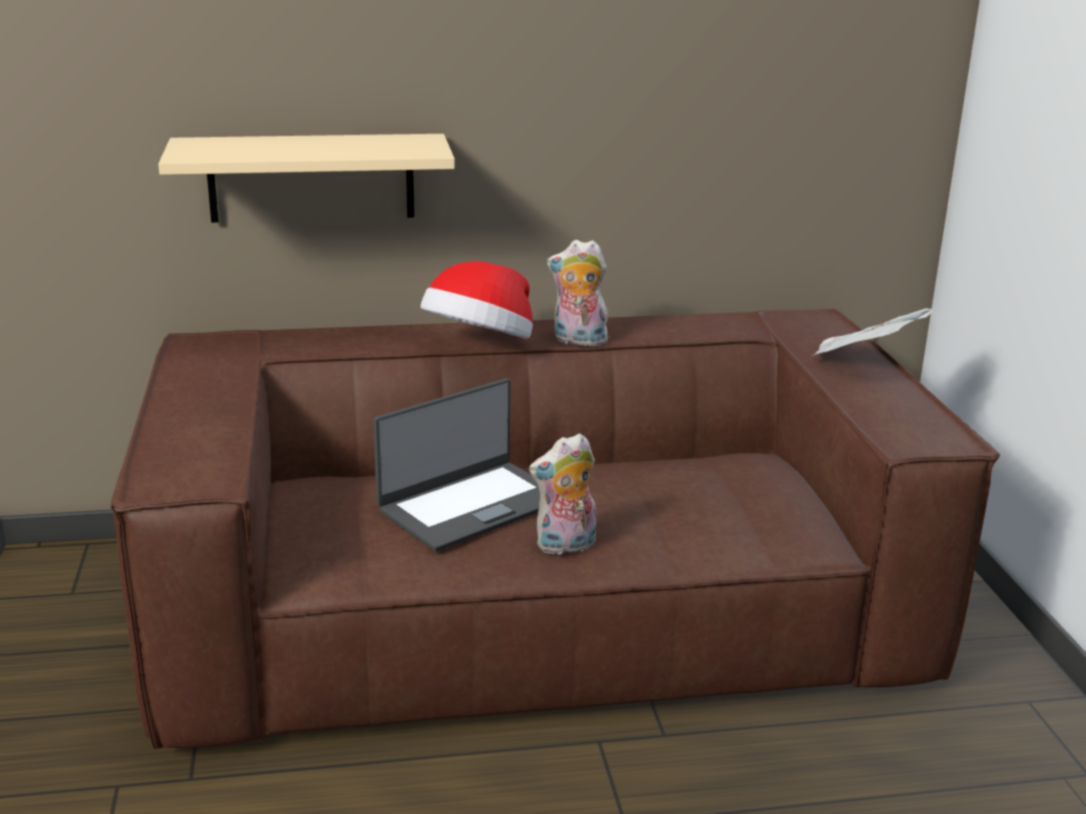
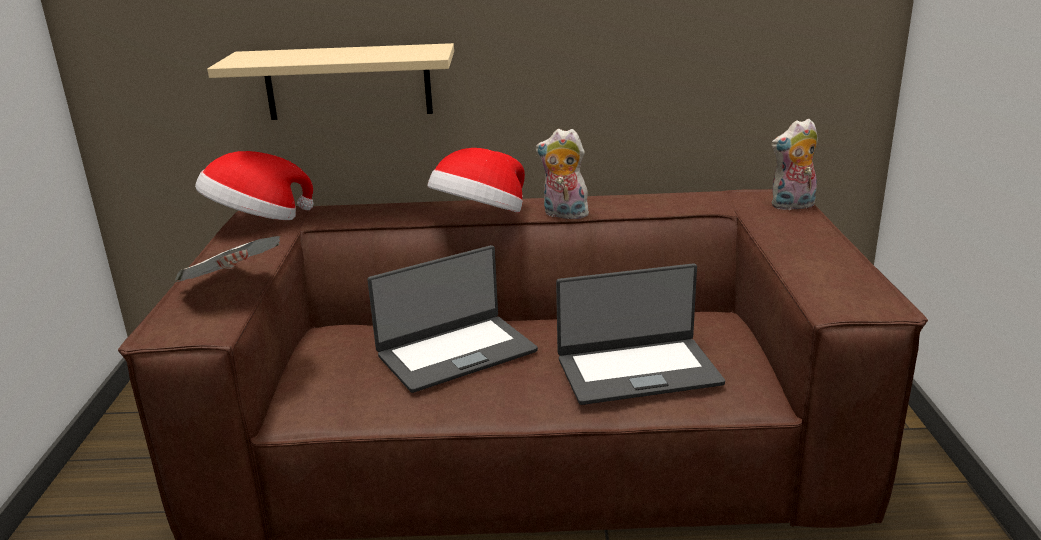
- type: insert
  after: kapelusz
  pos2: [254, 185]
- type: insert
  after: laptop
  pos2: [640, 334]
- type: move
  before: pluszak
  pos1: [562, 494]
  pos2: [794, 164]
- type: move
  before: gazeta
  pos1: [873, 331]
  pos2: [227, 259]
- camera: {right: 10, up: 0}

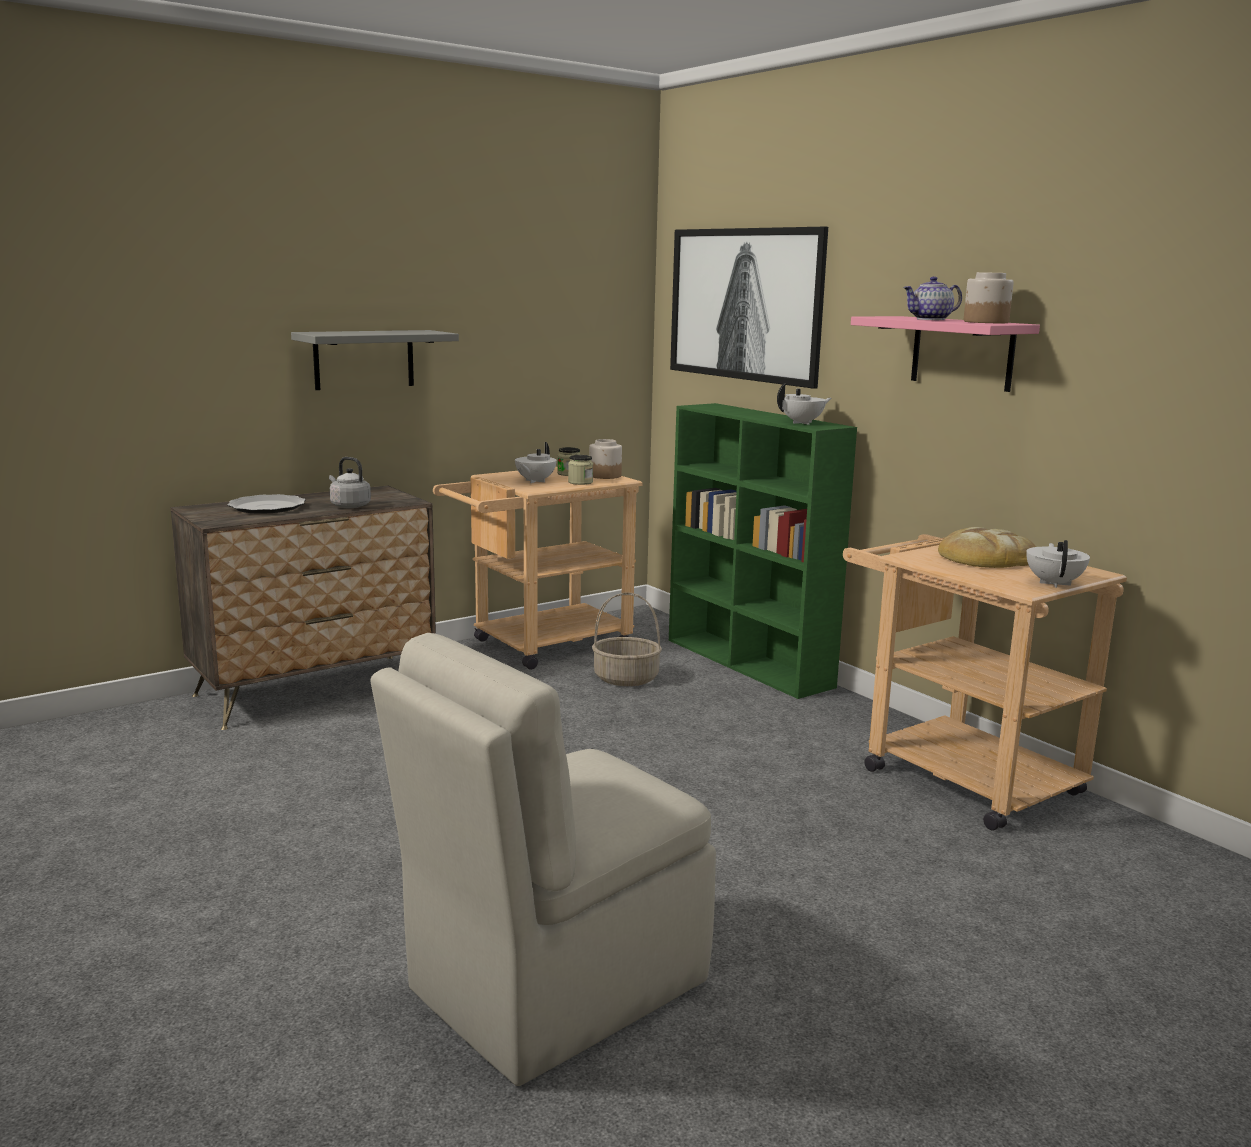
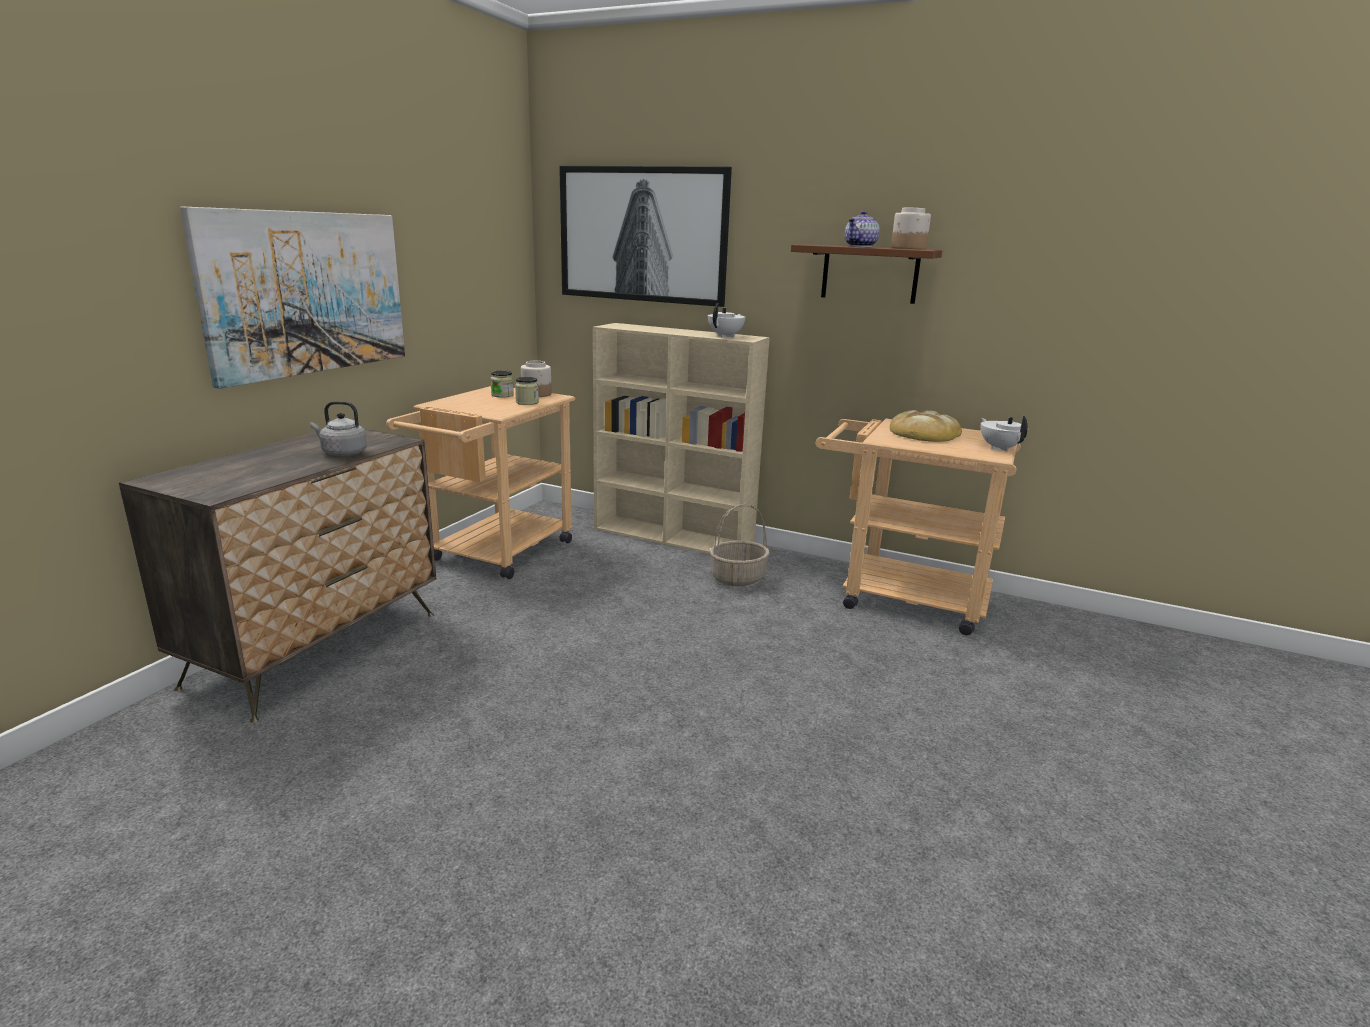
- type: delete
  before: talerz
  pos1: [266, 504]
- type: delete
  before: krzesło [beżowy]
  pos1: [543, 859]
- type: delete
  before: imbryk [biały]
  pos1: [536, 462]
- type: move
  before: koszyk
  pos1: [627, 639]
  pos2: [739, 545]
- type: replace
  before: półka [szary]
  after: obraz
  pos1: [375, 360]
  pos2: [292, 297]
- type: recolor
  before: regał [zielony]
  after: regał [beżowy]
  pos1: [763, 551]
  pos2: [681, 438]
- type: recolor
  before: półka [różowy]
  after: półka [brązowy]
  pos1: [945, 354]
  pos2: [866, 274]
- camera: {right: -30, up: 5}

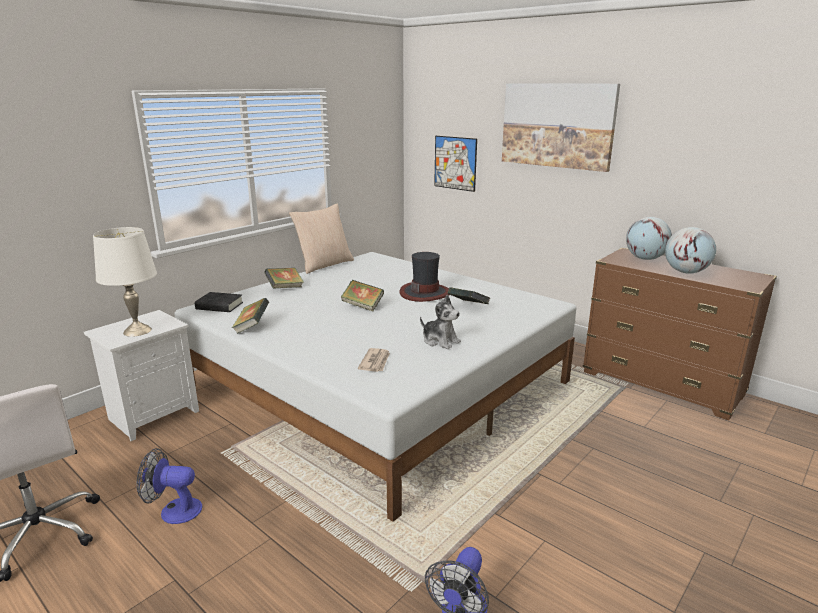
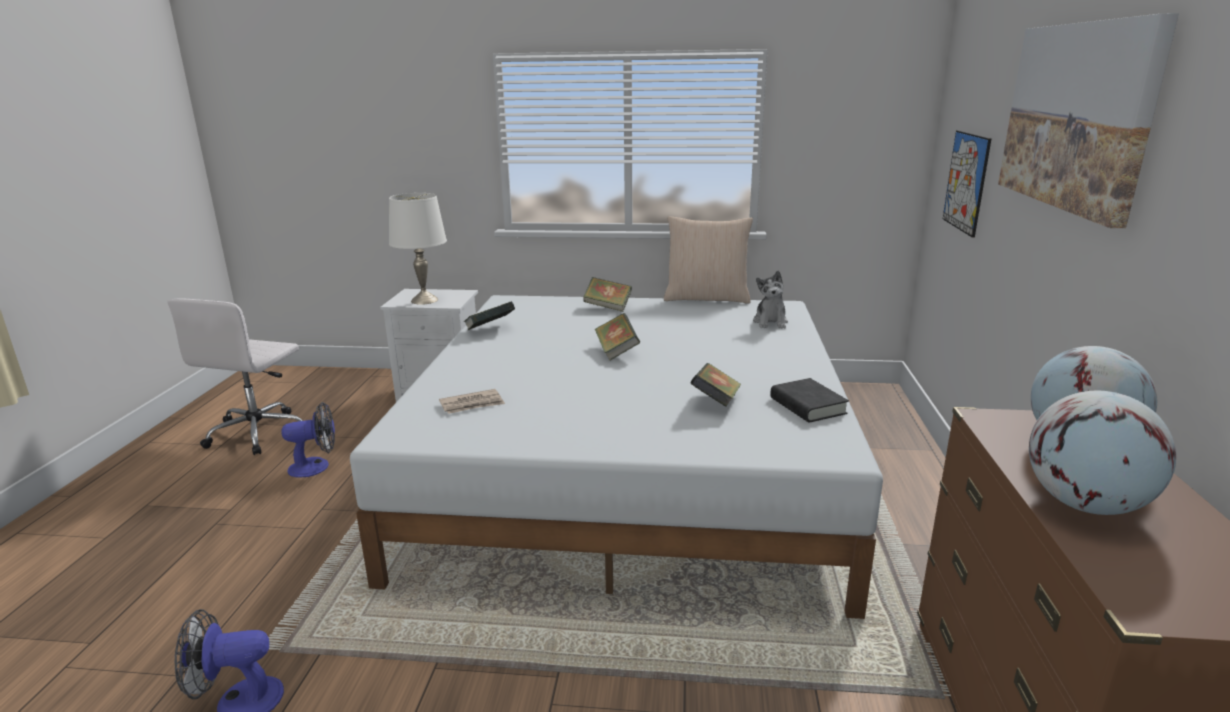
- type: delete
  before: kapelusz
  pos1: [424, 277]
- type: move
  before: książka [czarny]
  pos1: [219, 302]
  pos2: [809, 400]
- type: move
  before: pluszak
  pos1: [440, 322]
  pos2: [770, 300]
- type: rotate
  before: wentylator
  pos1: [169, 486]
  pos2: [308, 439]
  turn: 105
- camera: {right: 55, up: 0}

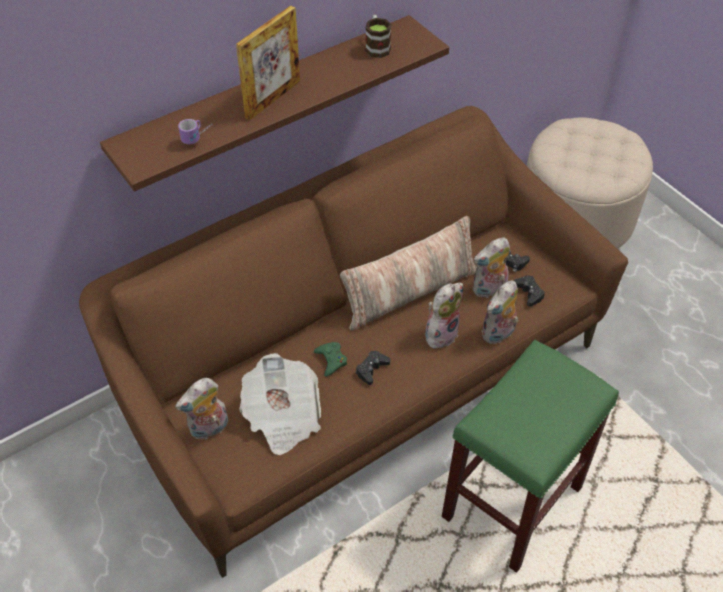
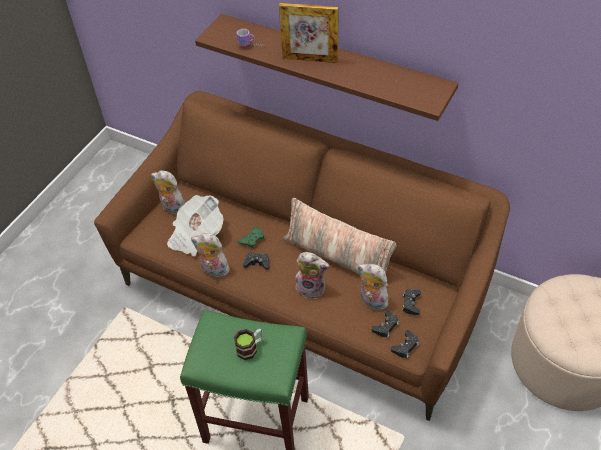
- type: insert
  after: pad do gier [czarny]
  pos2: [405, 344]
- type: move
  before: kubek
  pos1: [378, 36]
  pos2: [248, 344]
- type: move
  before: pluszak
  pos1: [499, 312]
  pos2: [211, 255]
- camera: {right: 65, up: 0}

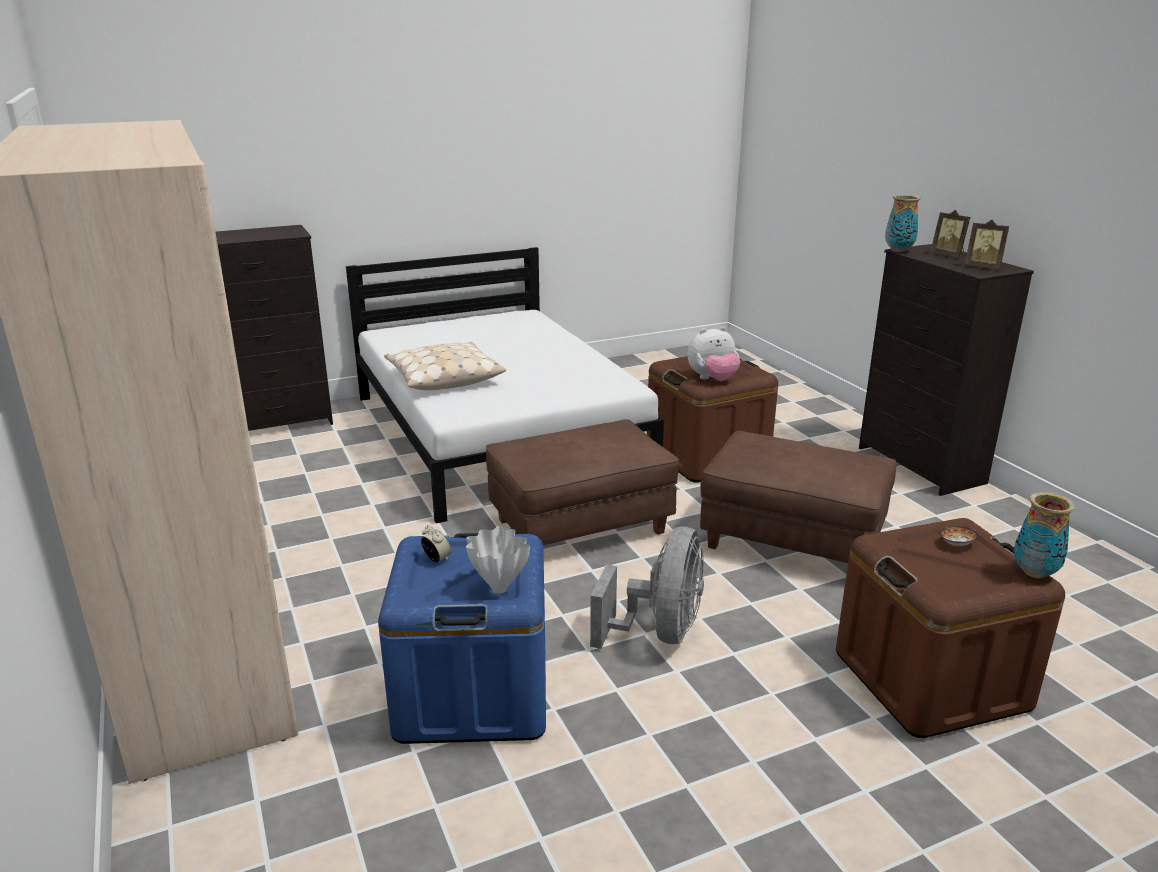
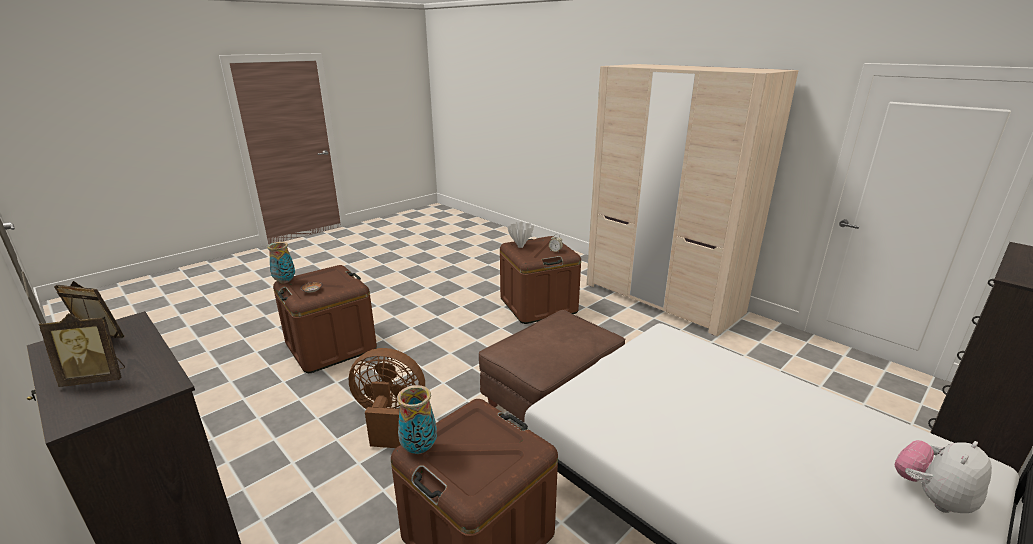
- type: delete
  before: poduszka [beżowy]
  pos1: [445, 366]
- type: delete
  before: wentylator [szary]
  pos1: [647, 587]
- type: move
  before: pluszak
  pos1: [714, 354]
  pos2: [943, 476]
- type: move
  before: wazon
  pos1: [903, 223]
  pos2: [417, 419]
- type: replace
  before: pufa [brązowy]
  after: wentylator [brązowy]
  pos1: [798, 497]
  pos2: [387, 398]
- type: recolor
  before: pojemnik do przechowywania [niebieski]
  after: pojemnik do przechowywania [brązowy]
  pos1: [462, 638]
  pos2: [540, 280]
- type: rotate
  before: ramka na zdjęcie
  pos1: [950, 233]
  pos2: [82, 350]
  turn: 135
- camera: {right: 160, up: 0}

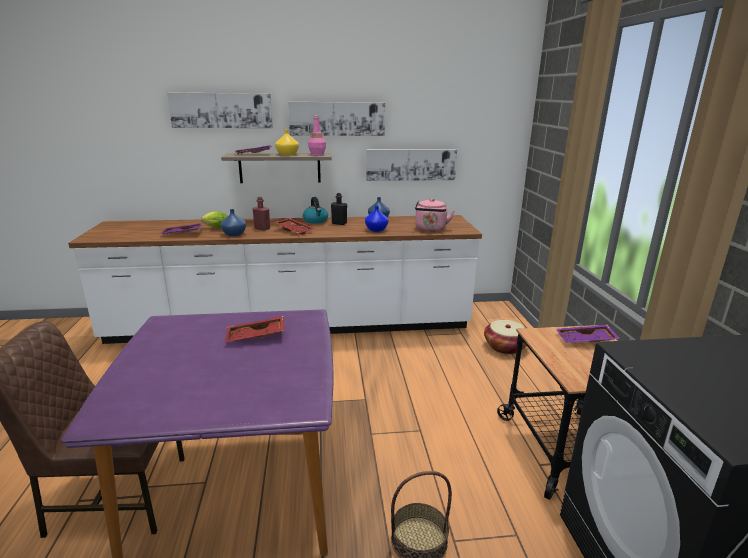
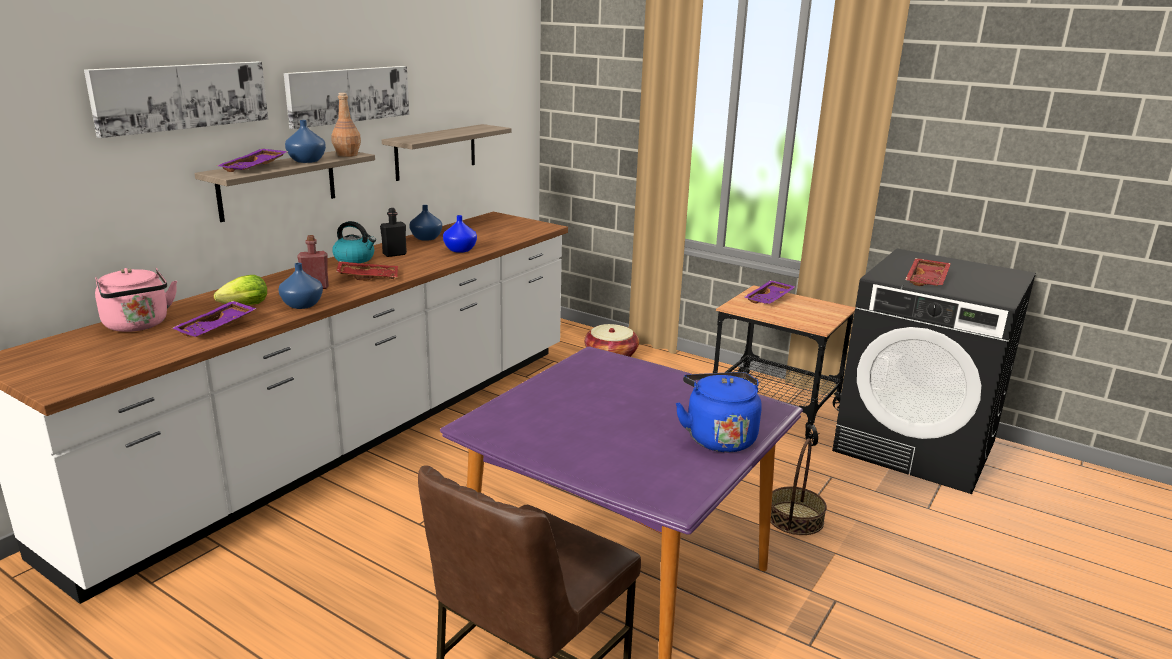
- type: insert
  after: czajnik [niebieski]
  pos2: [718, 412]
- type: move
  before: taca [czerwony]
  pos1: [254, 329]
  pos2: [928, 272]
- type: move
  before: czajnik [różowy]
  pos1: [434, 214]
  pos2: [136, 300]
- type: replace
  before: obraz
  after: półka
  pos1: [411, 165]
  pos2: [446, 152]
- type: recolor
  before: wazon [żółty]
  after: wazon [niebieski]
  pos1: [287, 143]
  pos2: [305, 141]
- type: recolor
  before: butelka [różowy]
  after: butelka [brązowy]
  pos1: [317, 135]
  pos2: [346, 125]
- camera: {right: -50, up: 0}

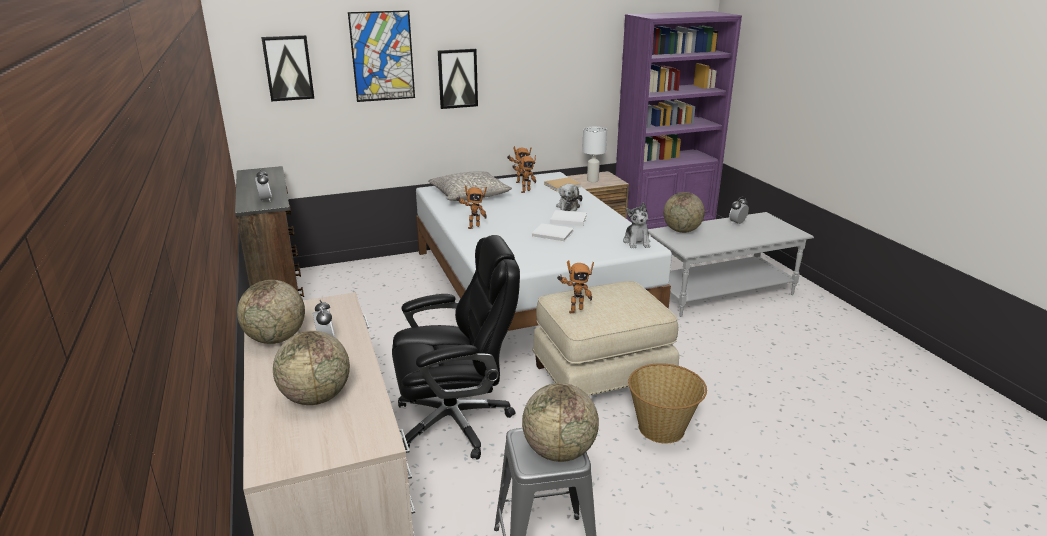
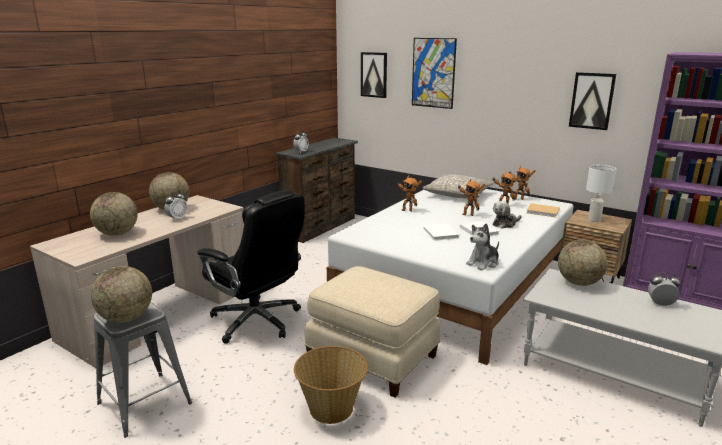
- type: move
  before: obraz
  pos1: [458, 79]
  pos2: [592, 101]
- type: move
  before: robot zabawkowy
  pos1: [575, 286]
  pos2: [471, 197]
- camera: {right: 55, up: -5}

